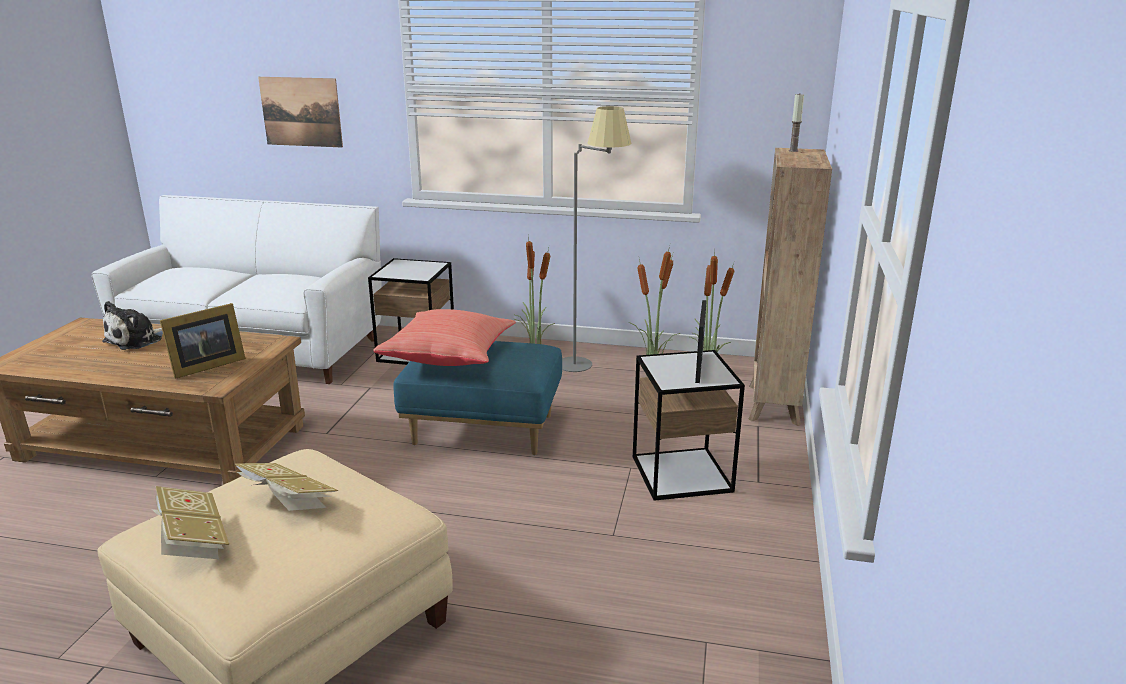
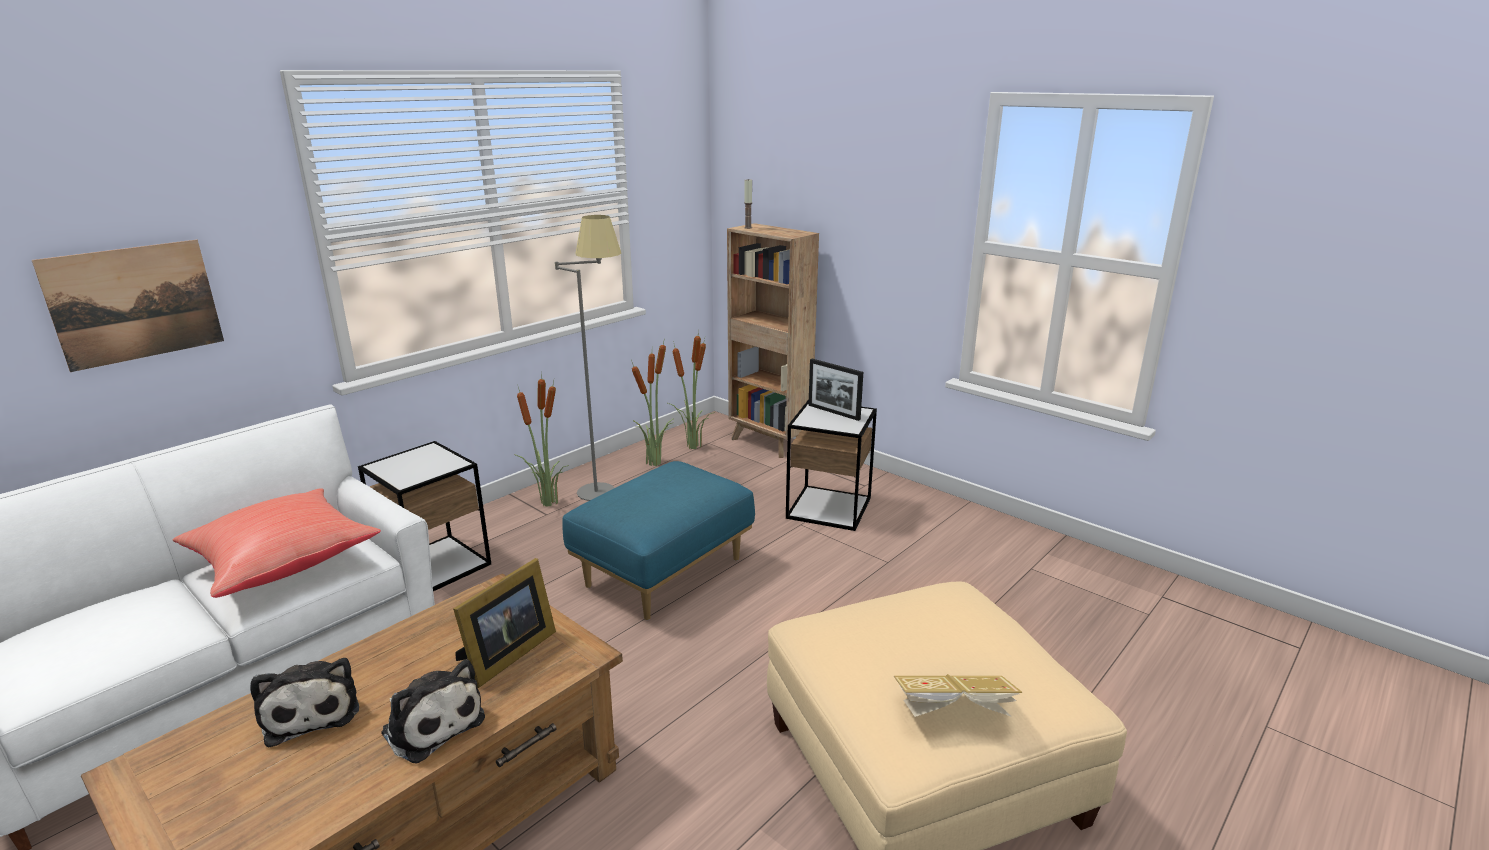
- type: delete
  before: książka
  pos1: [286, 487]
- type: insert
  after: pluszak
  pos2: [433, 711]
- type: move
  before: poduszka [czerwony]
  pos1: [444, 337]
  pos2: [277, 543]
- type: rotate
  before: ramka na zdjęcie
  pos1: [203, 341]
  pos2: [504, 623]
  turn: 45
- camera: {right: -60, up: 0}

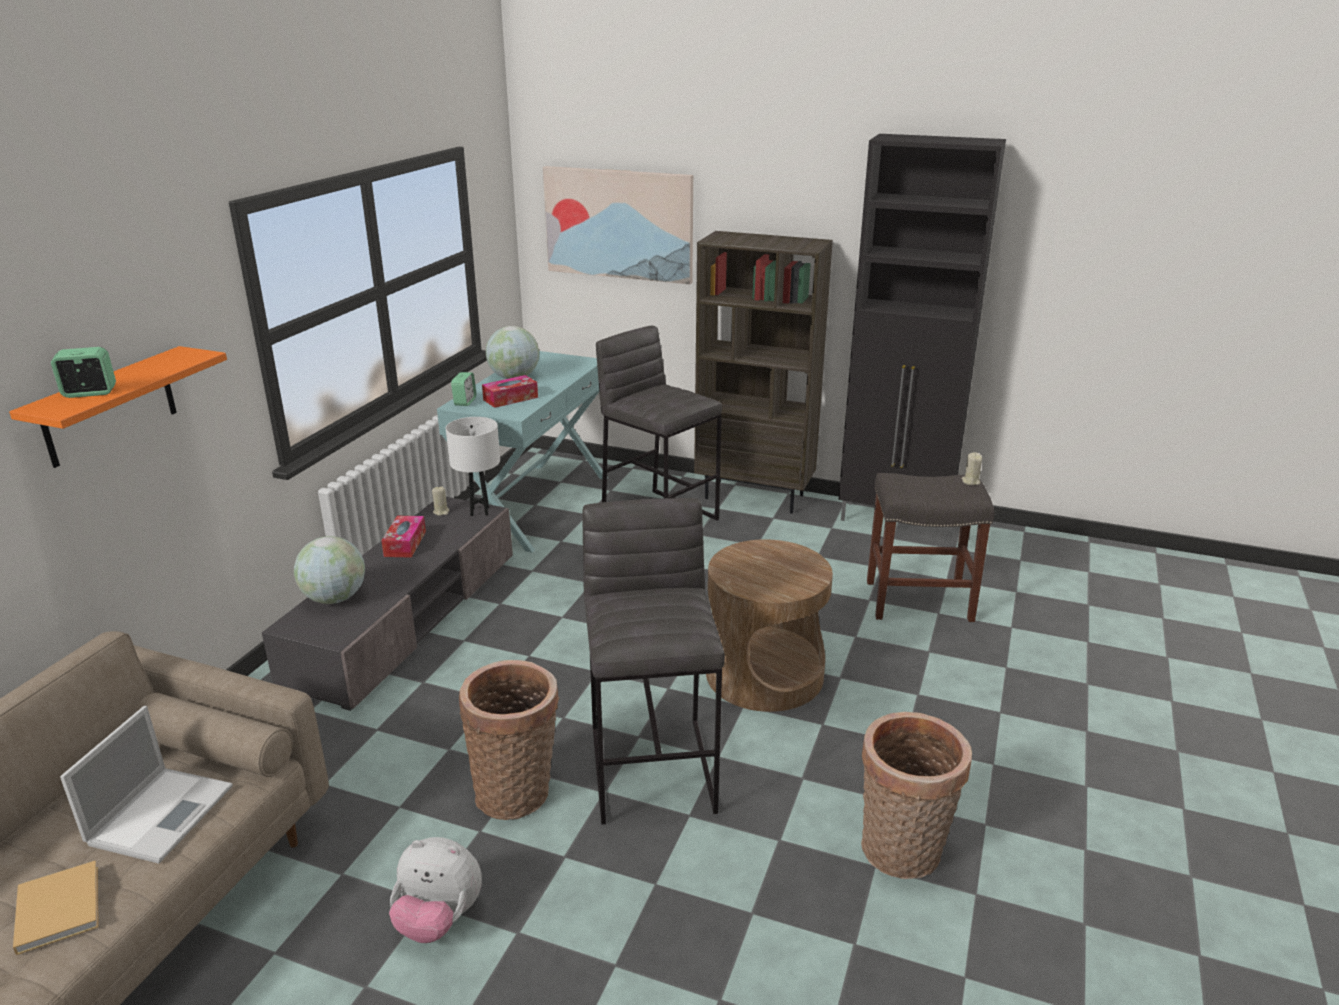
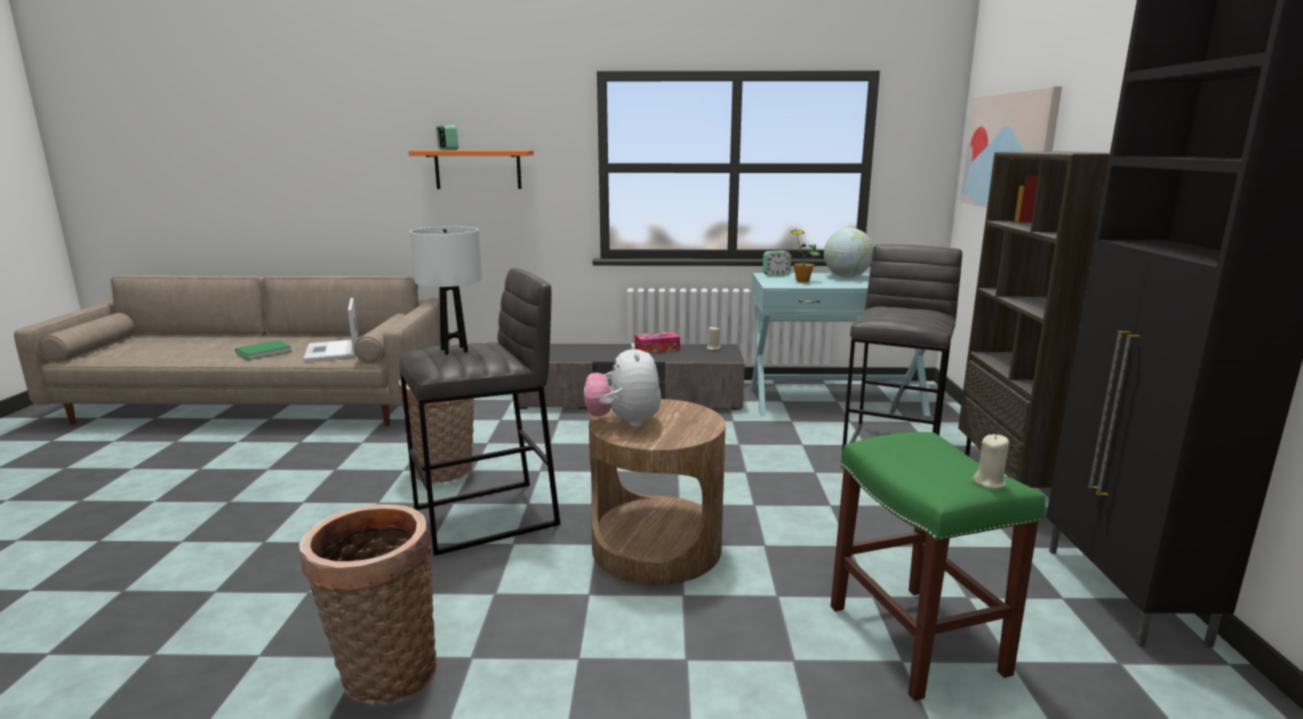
- type: delete
  before: globus
  pos1: [329, 570]
- type: move
  before: pluszak
  pos1: [435, 890]
  pos2: [622, 385]
- type: move
  before: lampa stołowa [biały]
  pos1: [473, 466]
  pos2: [446, 290]
- type: replace
  before: pudełko chusteczek
  after: roślina doniczkowa
  pos1: [510, 391]
  pos2: [805, 256]
- type: recolor
  before: książka [beżowy]
  after: książka [zielony]
  pos1: [56, 908]
  pos2: [263, 350]
- type: recolor
  before: stołek [szary]
  after: stołek [zielony]
  pos1: [931, 547]
  pos2: [938, 566]
- type: rotate
  before: laptop
  pos1: [146, 785]
  pos2: [330, 329]
  turn: 75
- camera: {right: 70, up: -10}

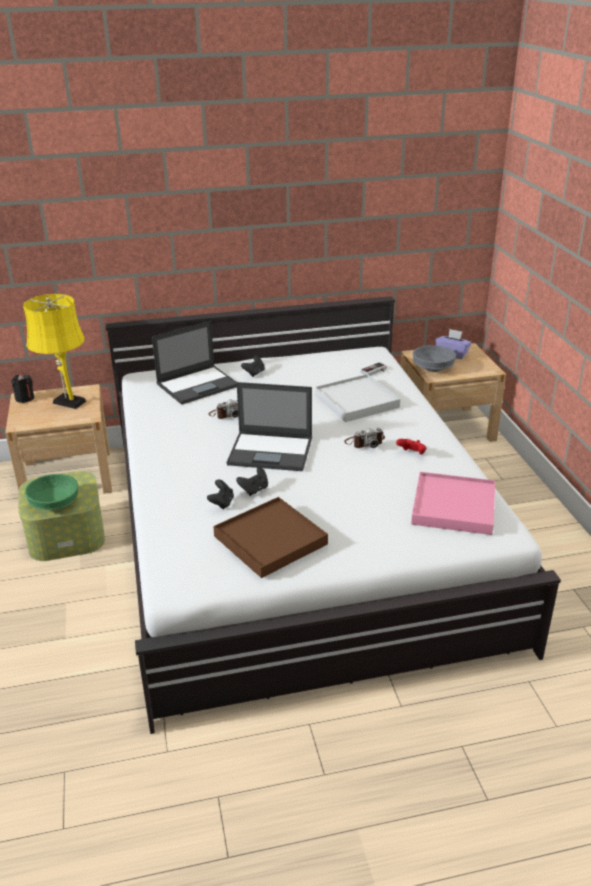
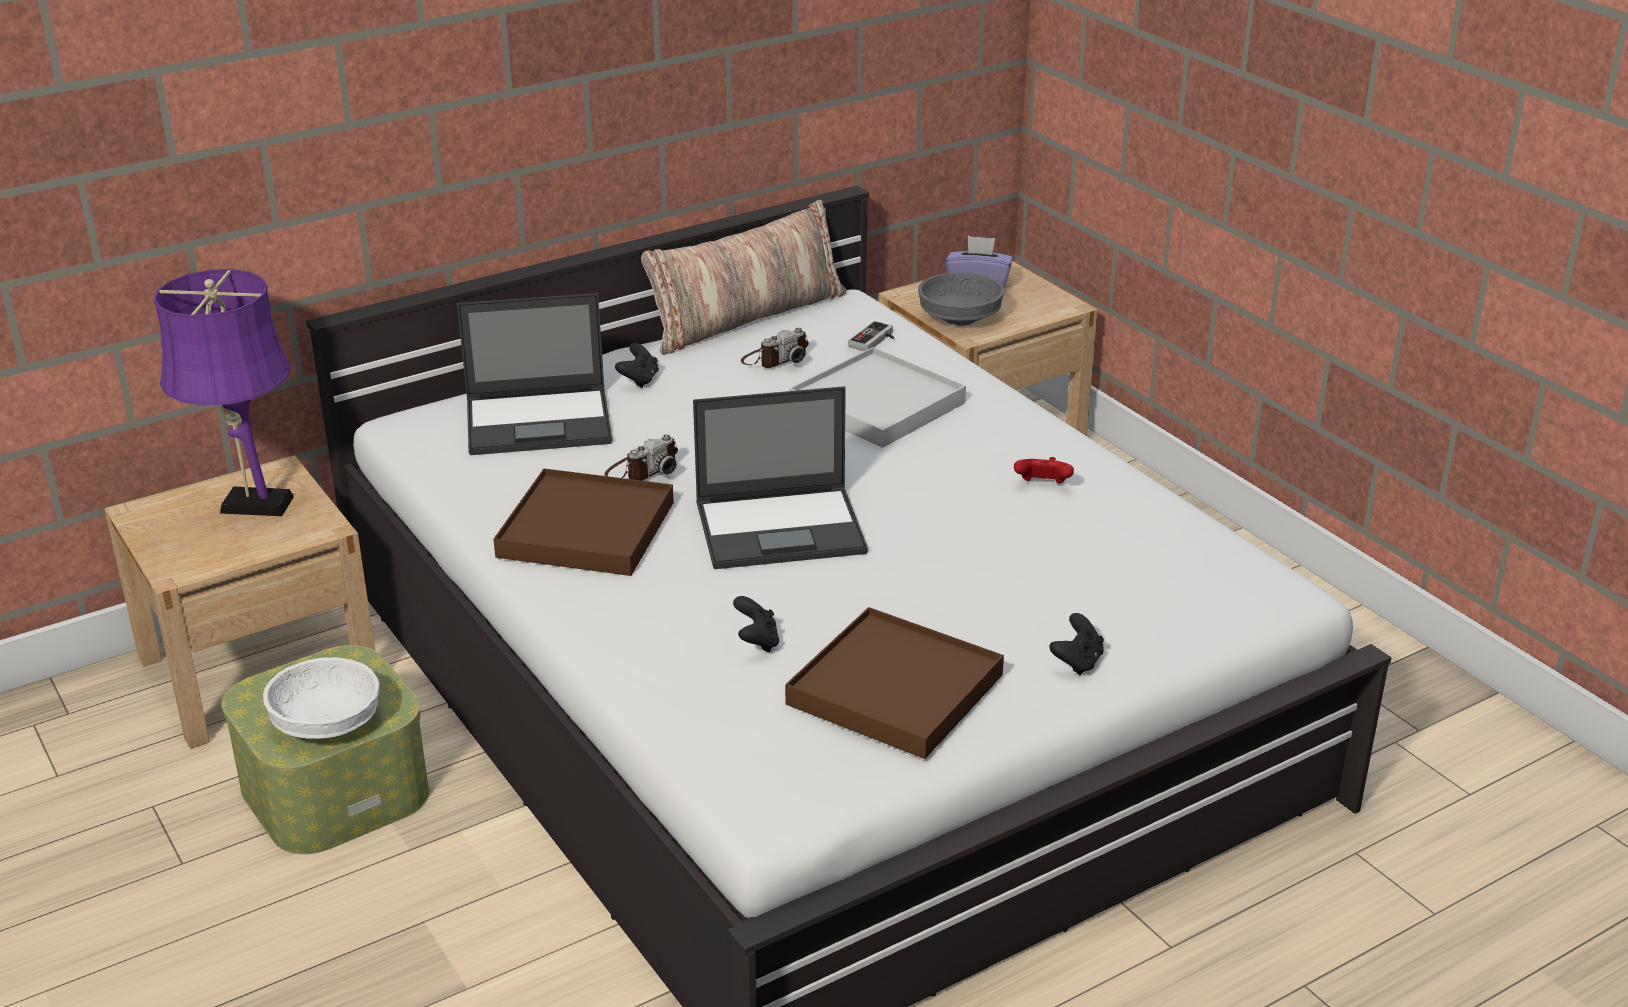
- type: delete
  before: świeca [czarny]
  pos1: [22, 388]
- type: delete
  before: taca [różowy]
  pos1: [453, 503]
- type: insert
  after: taca [brązowy]
  pos2: [583, 522]
- type: insert
  after: poduszka
  pos2: [743, 277]
- type: move
  before: pad do gier [czarny]
  pos1: [252, 481]
  pos2: [1076, 644]
- type: move
  before: aparat fotograficzny
  pos1: [364, 438]
  pos2: [775, 348]
- type: recolor
  before: lampa stołowa [żółty]
  after: lampa stołowa [fioletowy]
  pos1: [54, 351]
  pos2: [223, 392]
- type: recolor
  before: miska [zielony]
  after: miska [biały]
  pos1: [51, 492]
  pos2: [321, 698]
- type: rotate
  before: laptop
  pos1: [194, 363]
  pos2: [534, 374]
  turn: 45
- camera: {right: -20, up: 0}

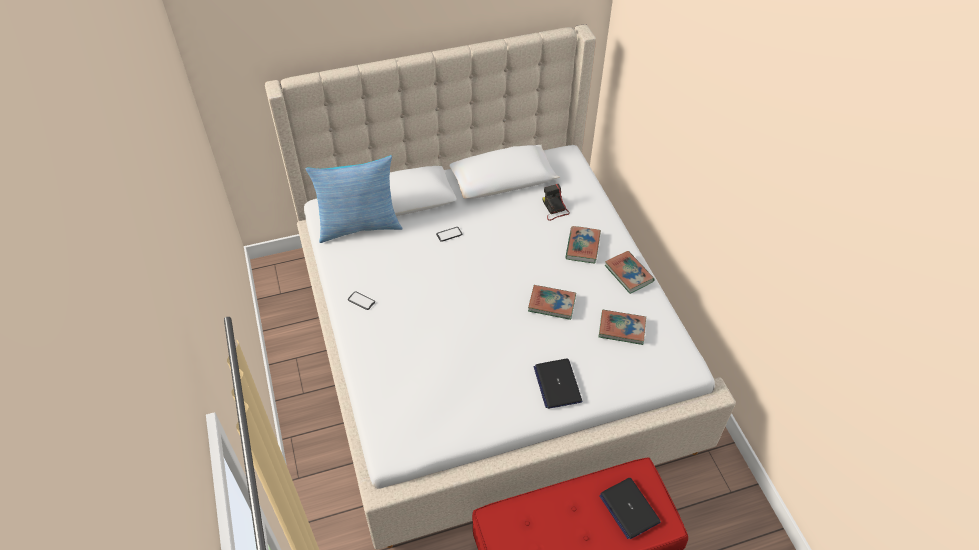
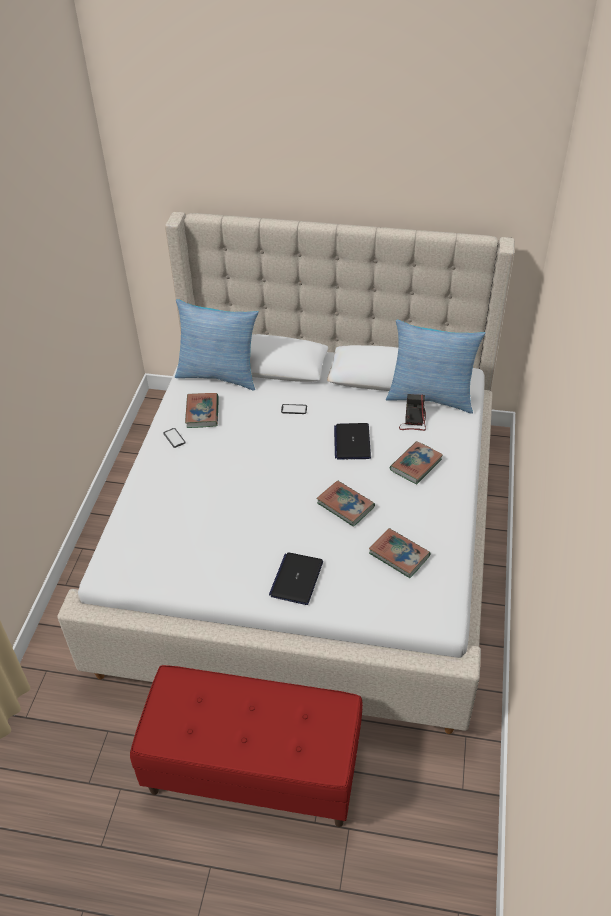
- type: insert
  after: poduszka
  pos2: [436, 367]
- type: move
  before: laptop
  pos1: [630, 508]
  pos2: [352, 441]
- type: move
  before: książka
  pos1: [630, 272]
  pos2: [202, 410]
- camera: {right: 30, up: -5}

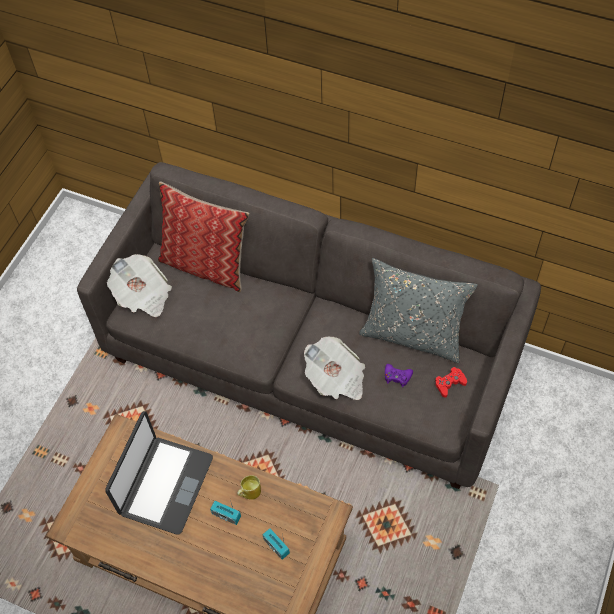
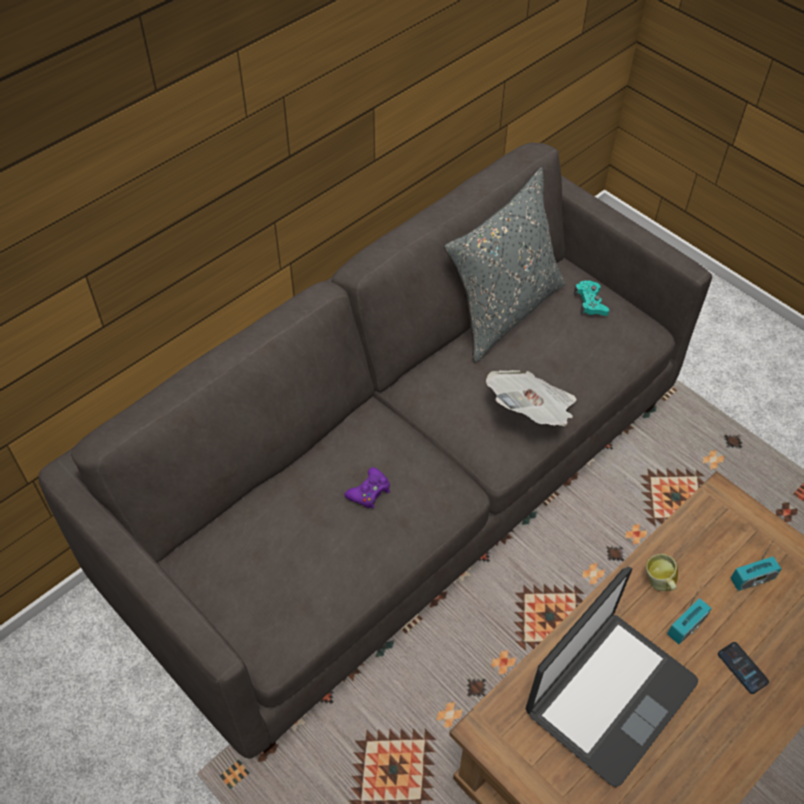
- type: delete
  before: gazeta
  pos1: [139, 285]
- type: delete
  before: poduszka
  pos1: [204, 237]
- type: insert
  after: telefon
  pos2: [743, 668]
- type: move
  before: pad do gier [fioletowy]
  pos1: [399, 375]
  pos2: [367, 488]
- type: recolor
  before: pad do gier [czerwony]
  after: pad do gier [turkusowy]
  pos1: [451, 382]
  pos2: [591, 298]
- type: rotate
  before: laptop
  pos1: [159, 472]
  pos2: [612, 677]
  turn: 90
- camera: {right: -70, up: -5}

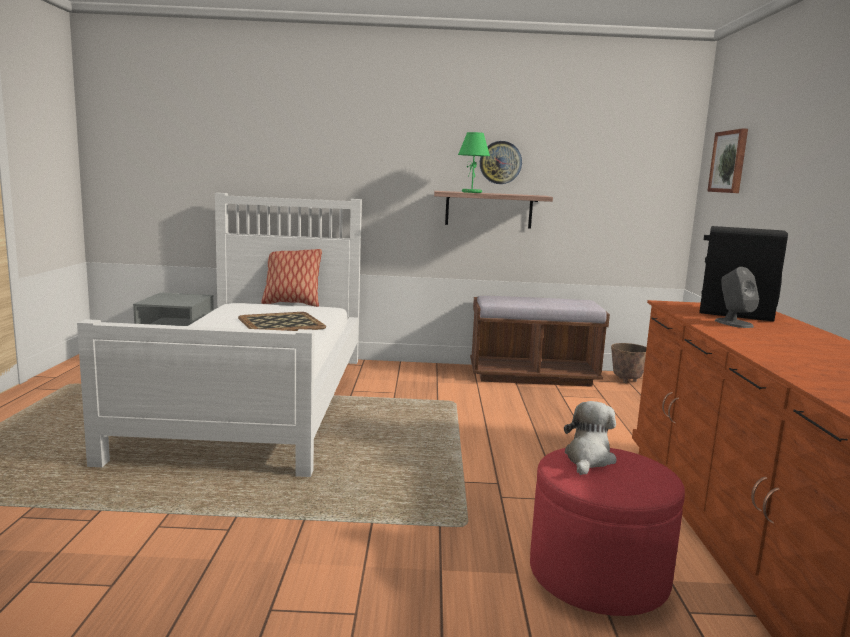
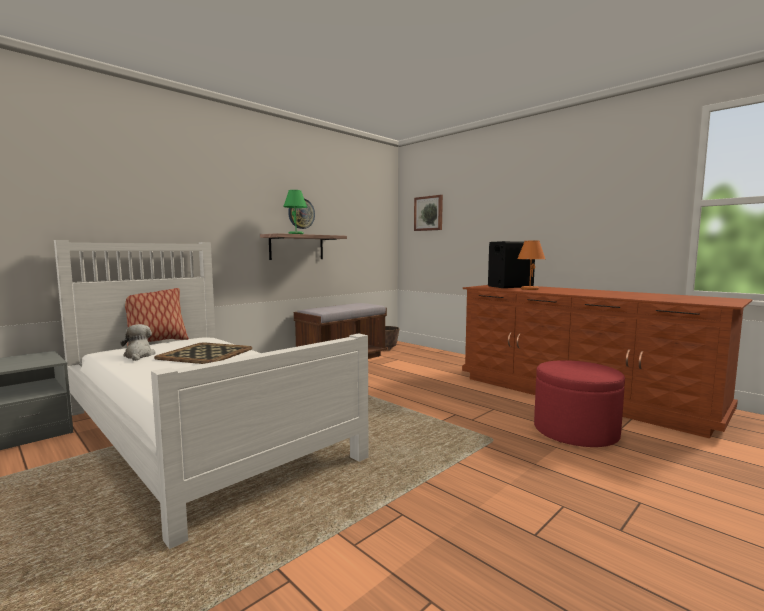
- type: move
  before: pluszak
  pos1: [590, 438]
  pos2: [138, 342]
- type: replace
  before: głośnik [szary]
  after: lampa stołowa [pomarańczowy]
  pos1: [737, 297]
  pos2: [531, 265]
- camera: {right: -45, up: -5}

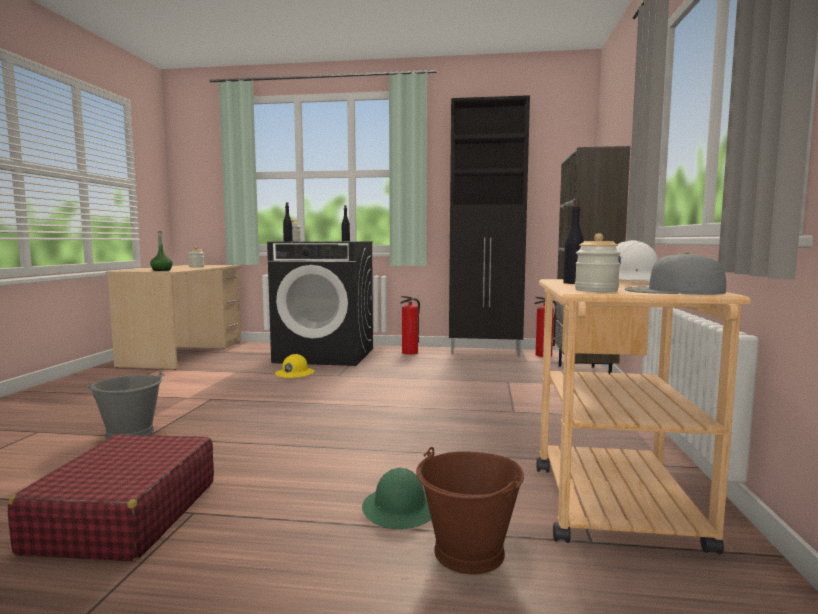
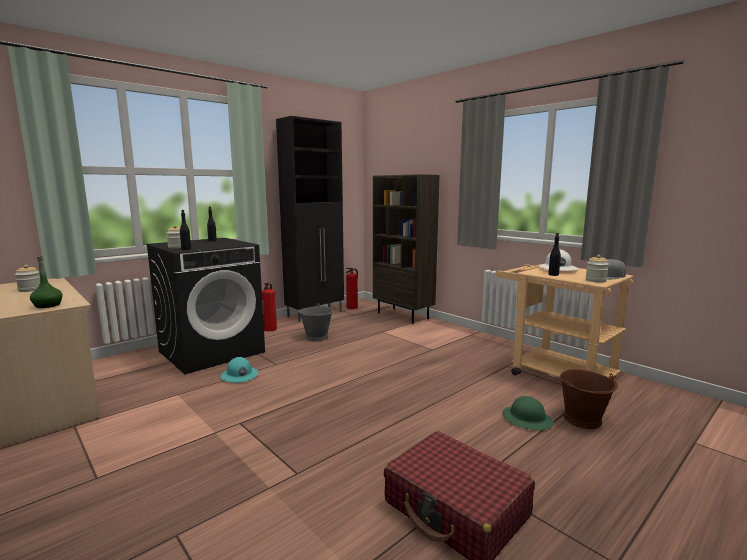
- type: move
  before: wiadro [szary]
  pos1: [125, 405]
  pos2: [316, 322]
- type: recolor
  before: kask [żółty]
  after: kask [turkusowy]
  pos1: [295, 366]
  pos2: [239, 370]
- camera: {right: -50, up: 5}

